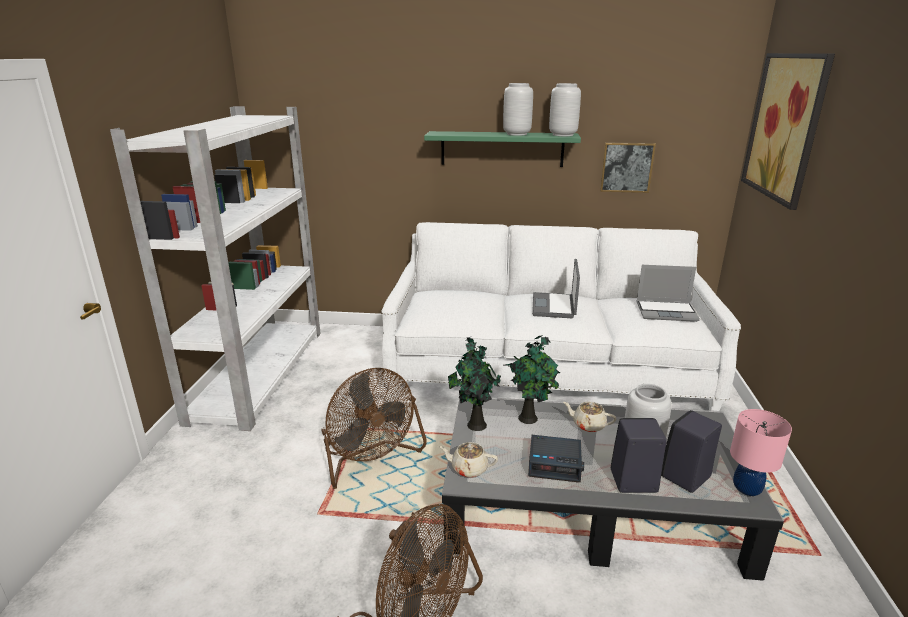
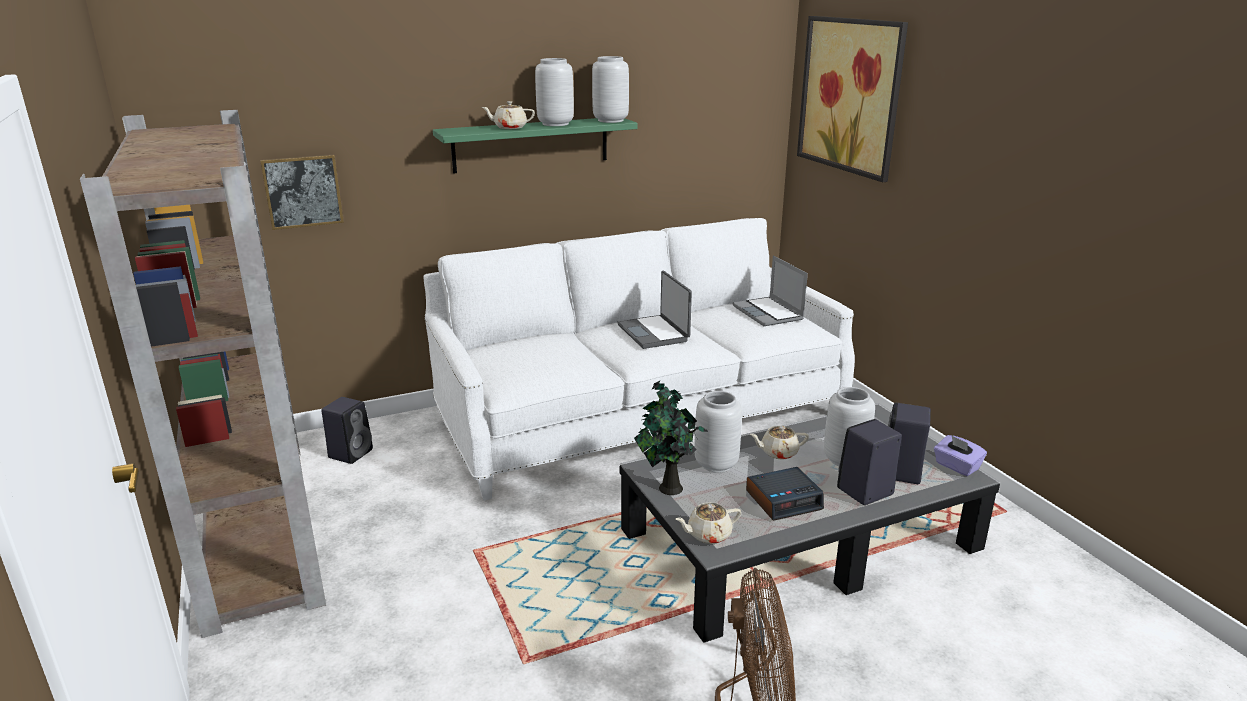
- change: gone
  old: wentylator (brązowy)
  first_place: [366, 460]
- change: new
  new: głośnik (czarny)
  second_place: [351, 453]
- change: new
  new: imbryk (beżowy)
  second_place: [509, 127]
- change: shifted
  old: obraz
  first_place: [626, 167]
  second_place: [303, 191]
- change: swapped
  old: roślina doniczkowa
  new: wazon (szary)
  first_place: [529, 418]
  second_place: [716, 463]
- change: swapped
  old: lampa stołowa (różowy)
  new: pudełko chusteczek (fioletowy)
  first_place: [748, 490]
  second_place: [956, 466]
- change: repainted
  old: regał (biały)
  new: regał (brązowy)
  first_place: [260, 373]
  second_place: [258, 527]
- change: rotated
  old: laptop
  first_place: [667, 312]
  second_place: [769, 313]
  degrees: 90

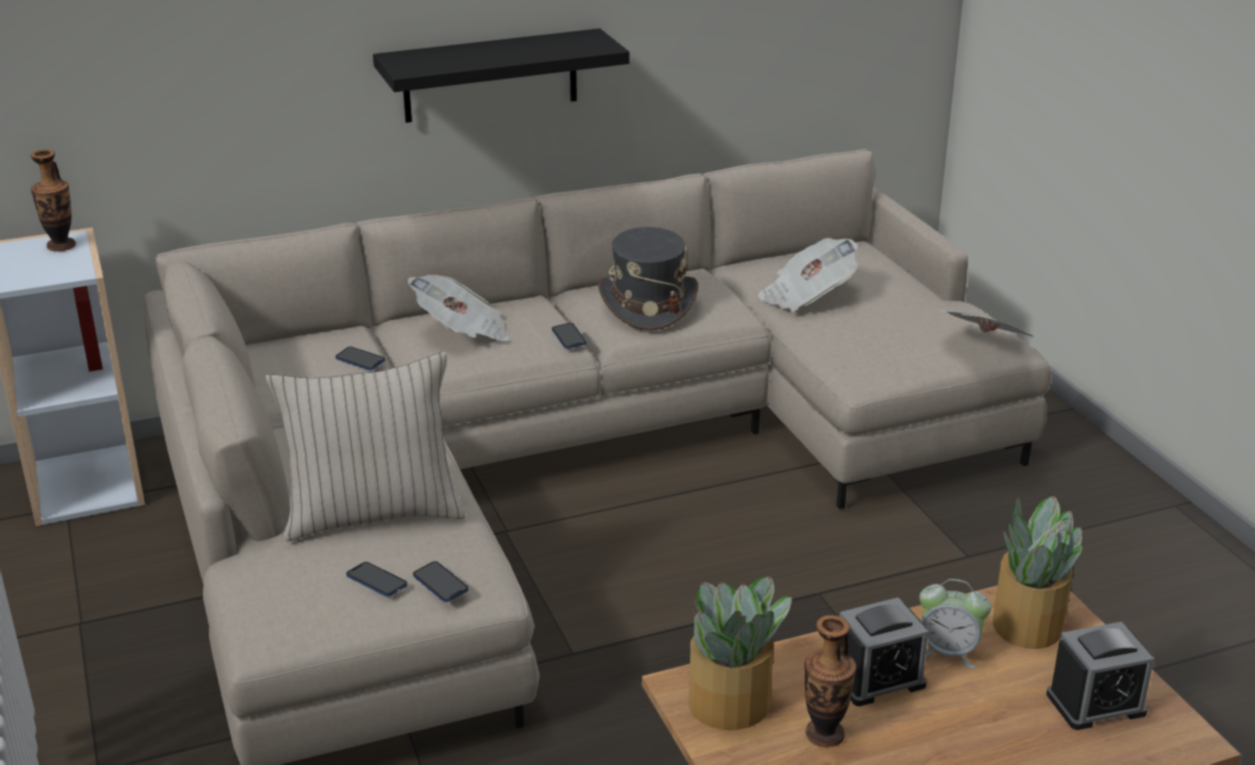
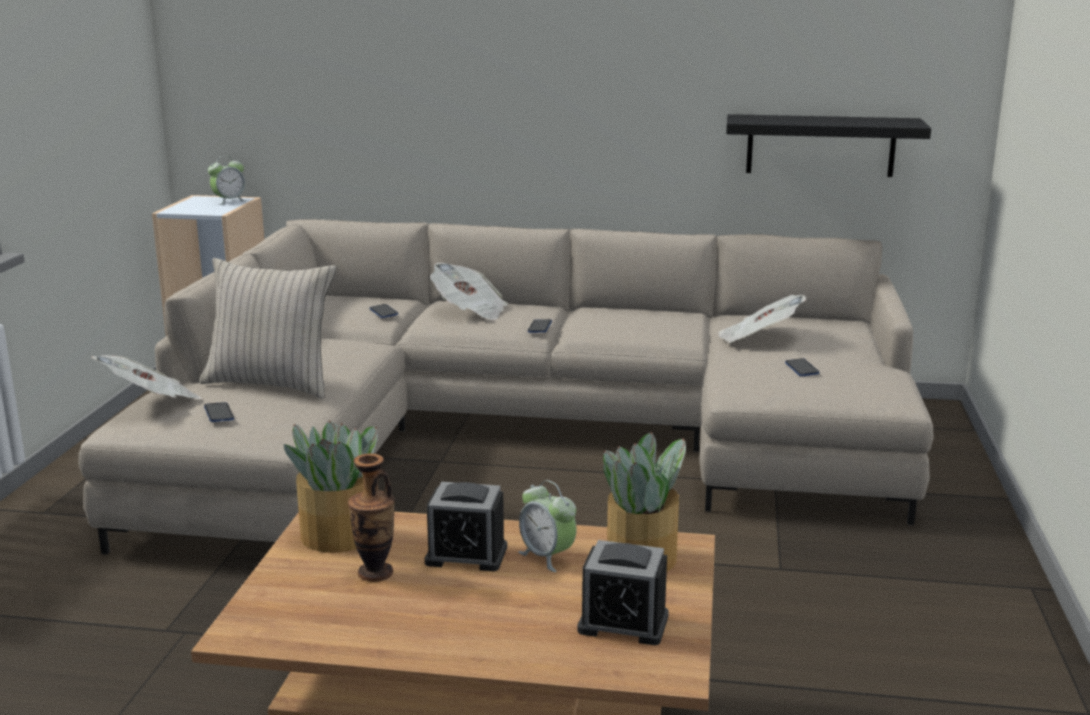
- change: gone
  old: kapelusz (szary)
  first_place: [647, 304]
- change: shifted
  old: półka (czarny)
  first_place: [490, 76]
  second_place: [820, 145]
- change: shifted
  old: telefon
  first_place: [440, 583]
  second_place: [801, 368]
- change: shifted
  old: gazeta
  first_place: [985, 347]
  second_place: [152, 402]
- change: swapped
  old: wazon
  new: budzik
  first_place: [61, 246]
  second_place: [229, 201]

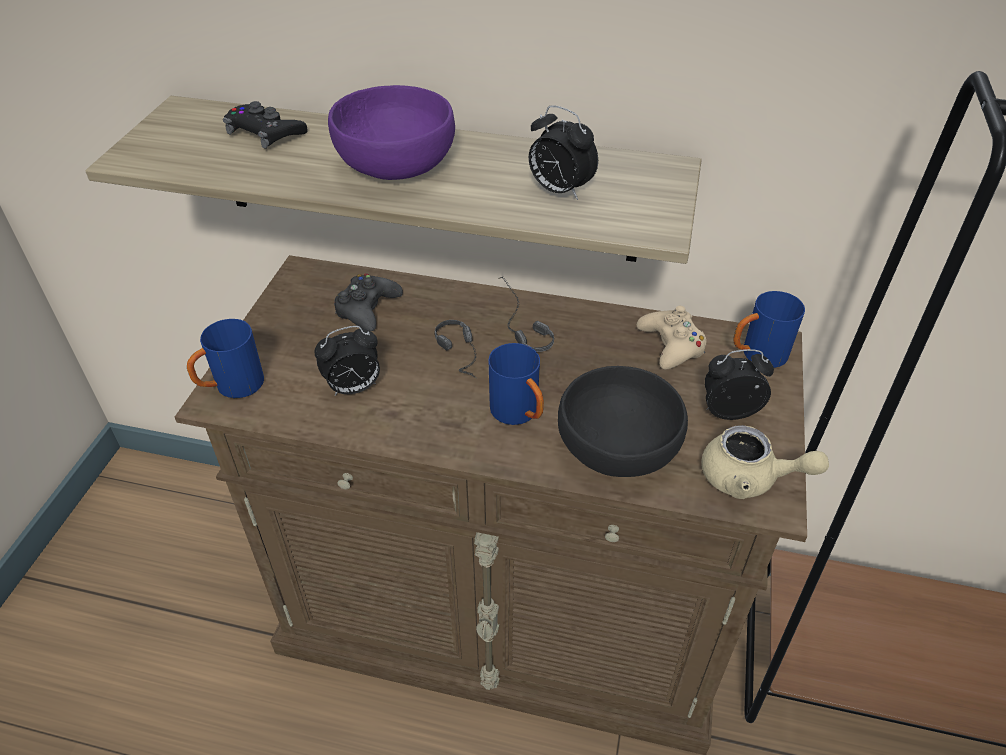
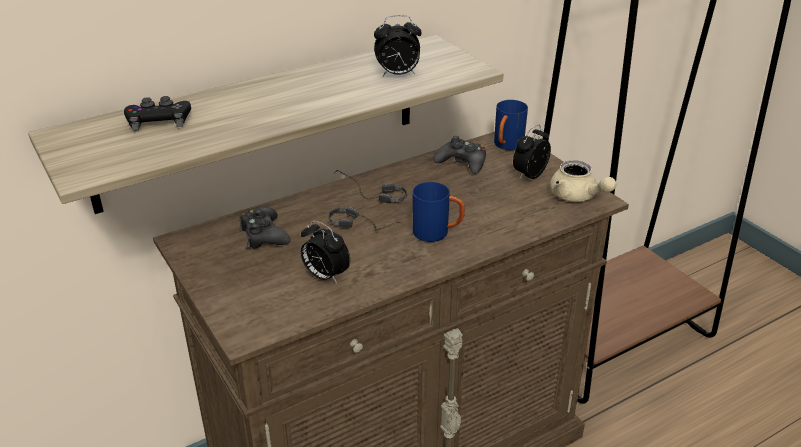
- change: gone
  old: kubek (niebieski)
  first_place: [231, 387]
- change: gone
  old: miska (fioletowy)
  first_place: [396, 165]
- change: gone
  old: miska (czarny)
  first_place: [619, 448]
- change: repainted
  old: pad do gier (beżowy)
  new: pad do gier (czarny)
  first_place: [671, 345]
  second_place: [462, 162]
- change: rotated
  old: budzik
  first_place: [353, 388]
  second_place: [325, 276]
  degrees: 105
- change: rotated
  old: imbryk (beżowy)
  first_place: [749, 479]
  second_place: [577, 196]
  degrees: 75

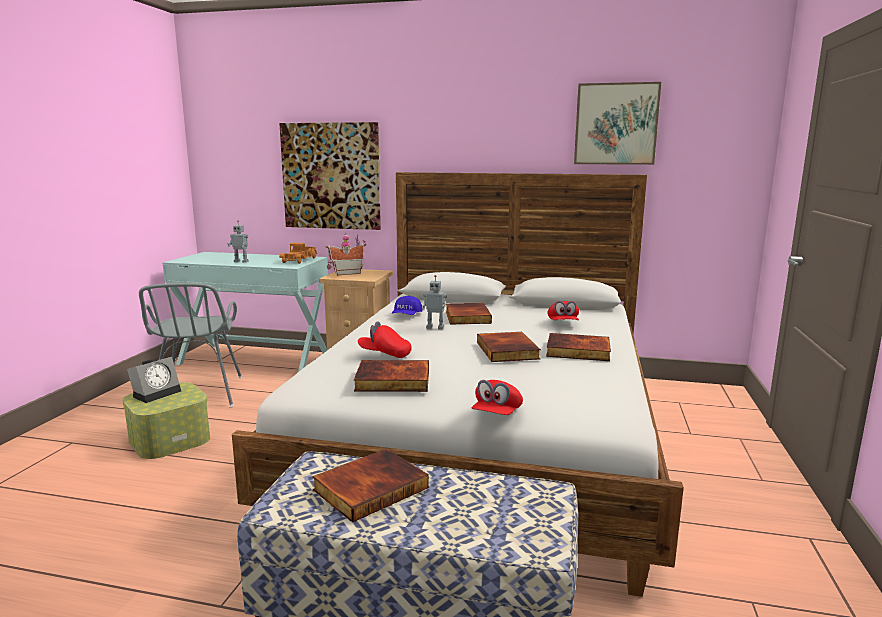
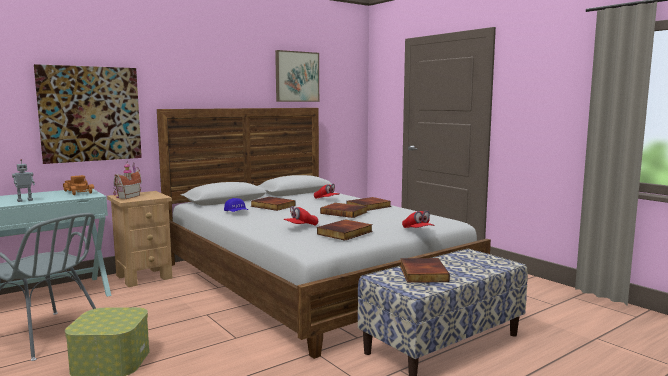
- change: gone
  old: budzik
  first_place: [157, 393]
- change: gone
  old: robot zabawkowy
  first_place: [435, 327]

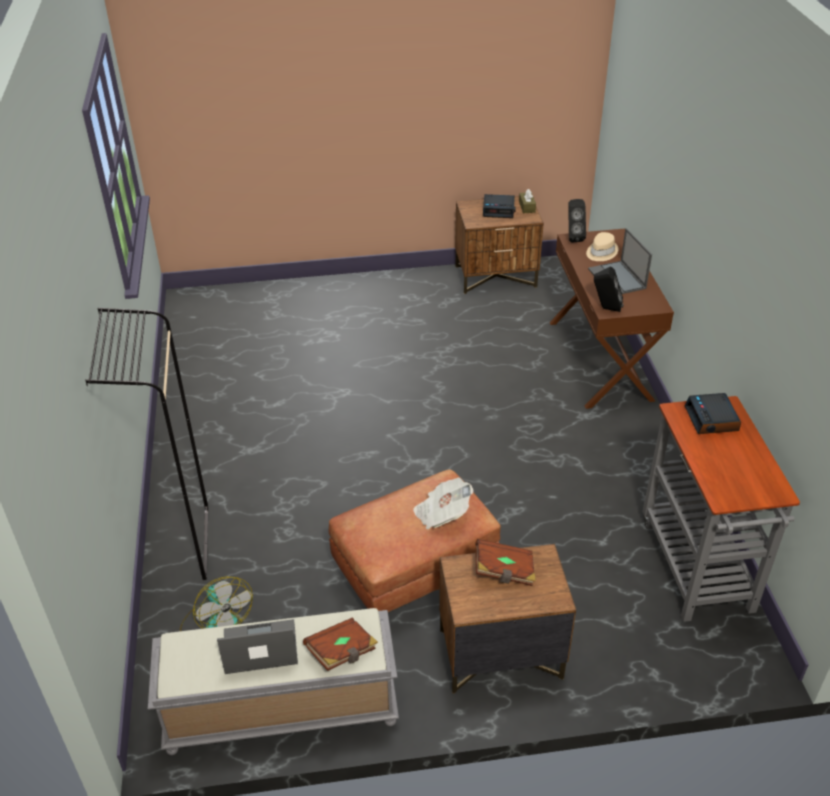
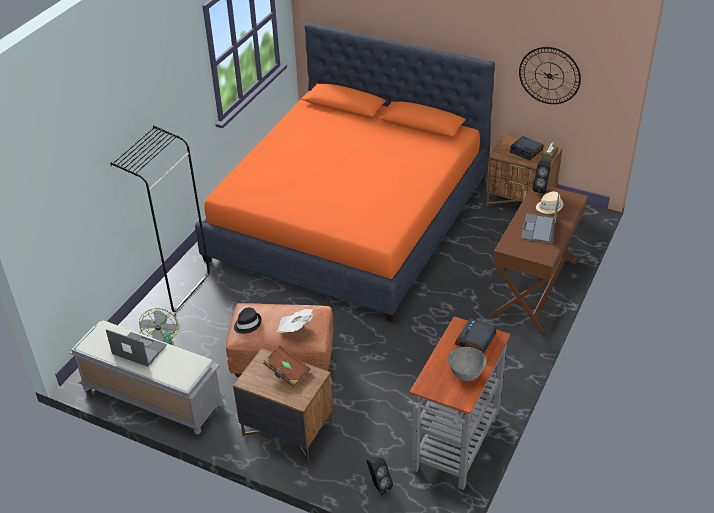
- change: gone
  old: książka (brązowy)
  first_place: [342, 652]
- change: new
  new: łóżko (pomarańczowy)
  second_place: [350, 218]
- change: new
  new: kapelusz (czarny)
  second_place: [247, 324]
- change: new
  new: miska (szary)
  second_place: [466, 374]
- change: new
  new: zegar ścienny
  second_place: [549, 75]
- change: shifted
  old: głośnik (czarny)
  first_place: [606, 308]
  second_place: [378, 486]

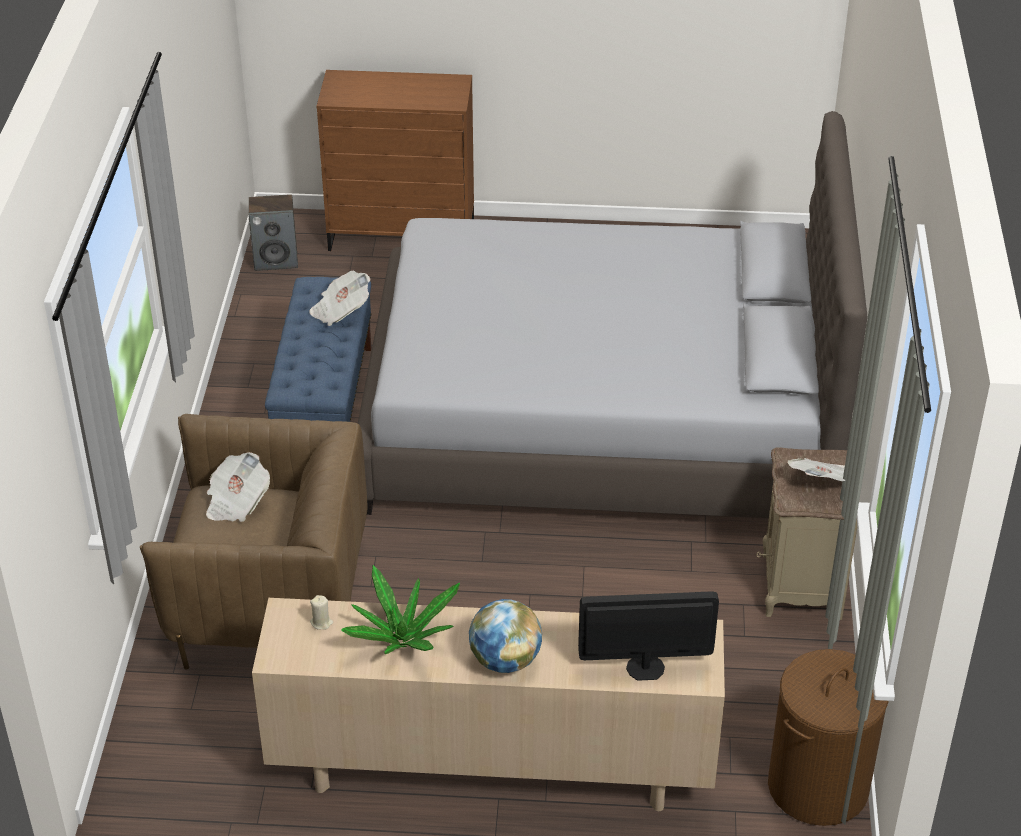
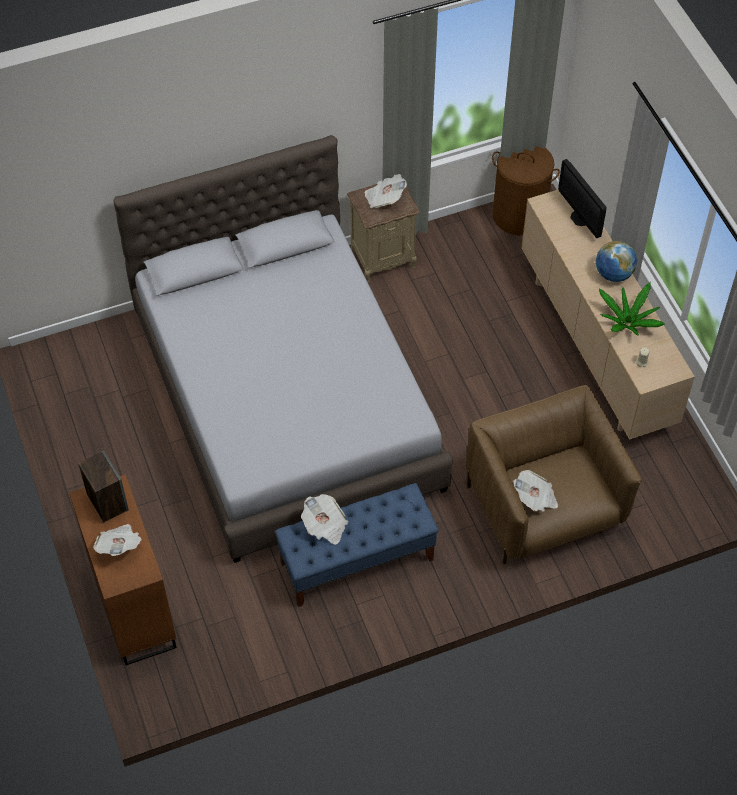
- change: new
  new: gazeta
  second_place: [119, 546]
- change: shifted
  old: głośnik
  first_place: [276, 260]
  second_place: [107, 502]

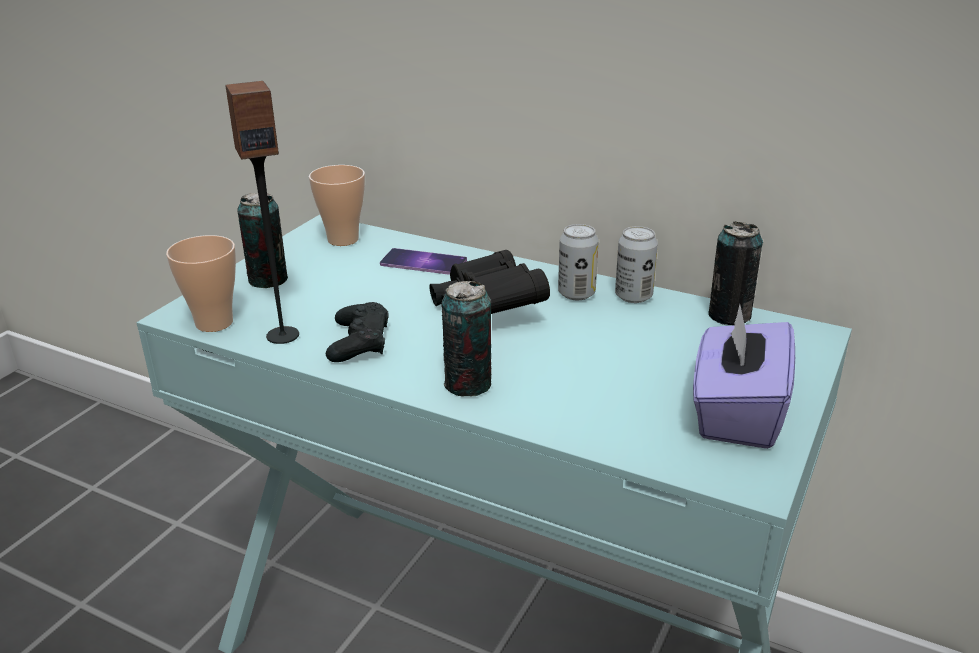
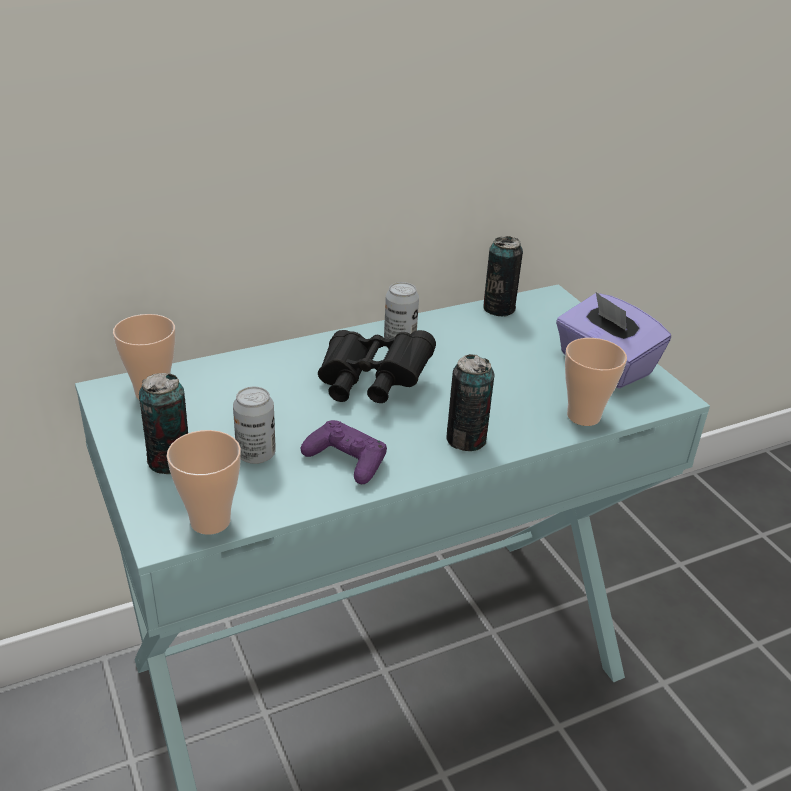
- change: gone
  old: głośnik
  first_place: [282, 335]
- change: gone
  old: telefon
  first_place: [423, 262]
- change: new
  new: filiżanka
  second_place: [583, 416]
- change: shifted
  old: puszka
  first_place: [633, 296]
  second_place: [256, 454]
- change: repainted
  old: pad do gier (czarny)
  new: pad do gier (fioletowy)
  first_place: [359, 342]
  second_place: [346, 459]

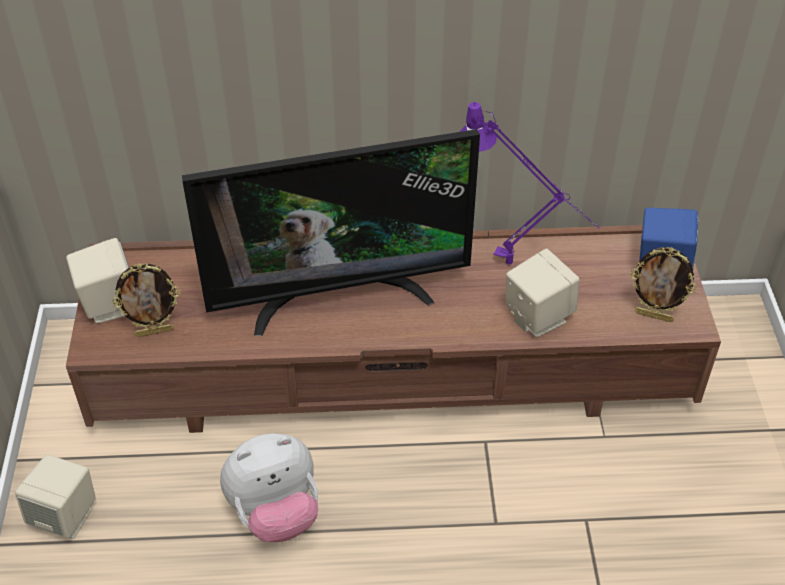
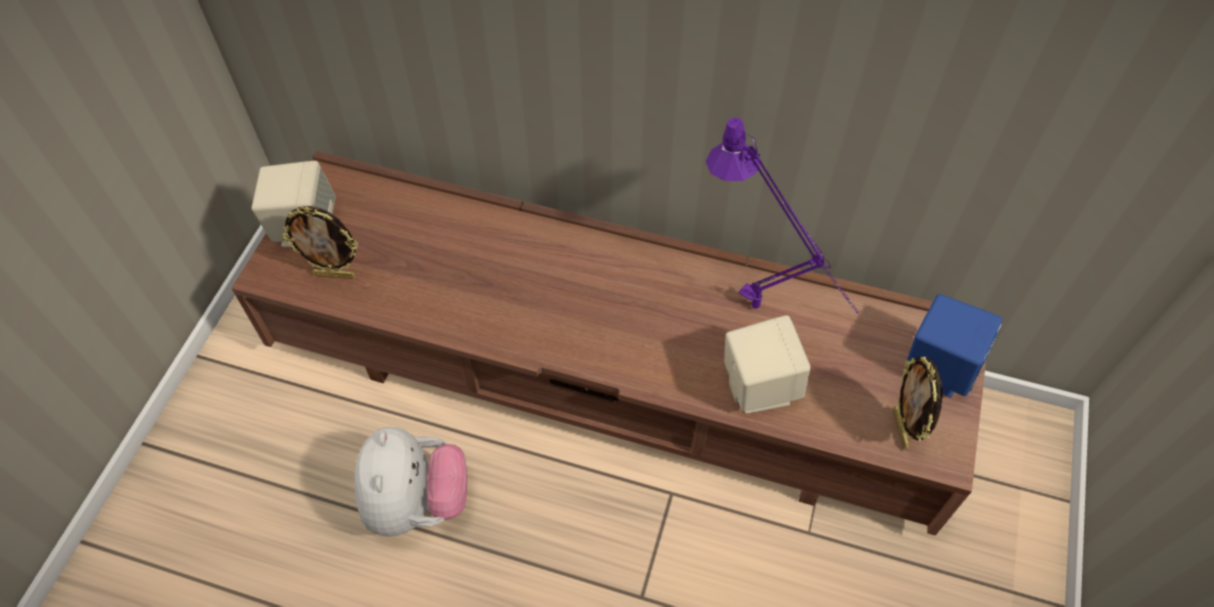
- change: gone
  old: głośnik (beżowy)
  first_place: [65, 516]
- change: gone
  old: telewizor
  first_place: [338, 295]
- change: rotated
  old: pluszak
  first_place: [275, 513]
  second_place: [417, 502]
  degrees: -90
- change: rotated
  old: ramka na zdjęcie
  first_place: [654, 316]
  second_place: [901, 429]
  degrees: 45

